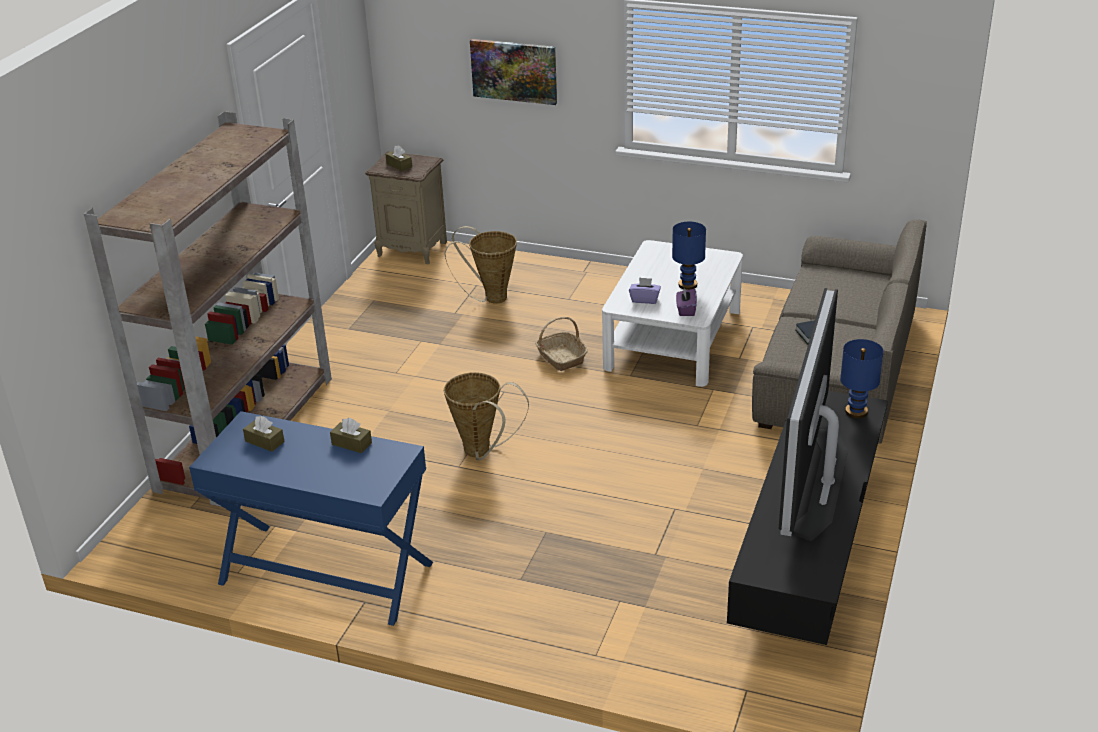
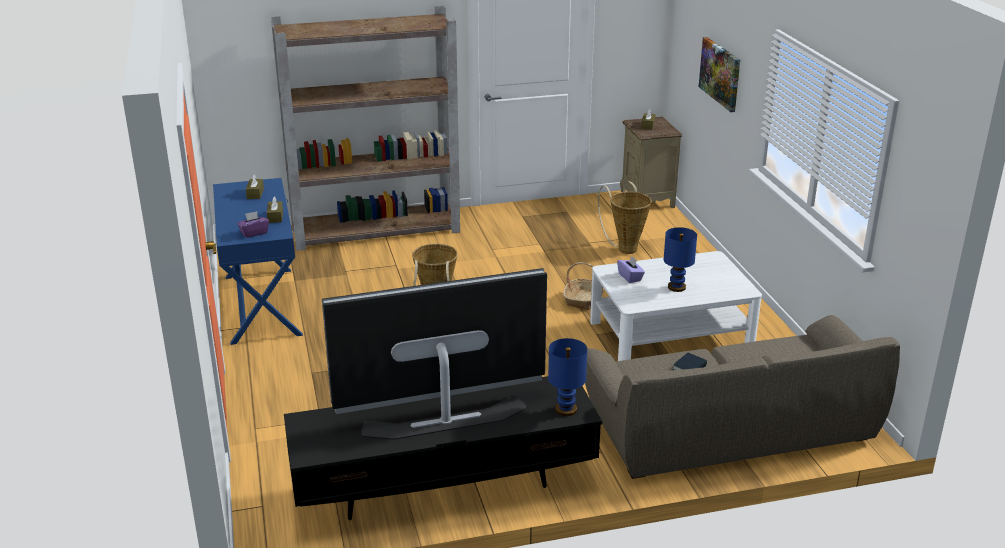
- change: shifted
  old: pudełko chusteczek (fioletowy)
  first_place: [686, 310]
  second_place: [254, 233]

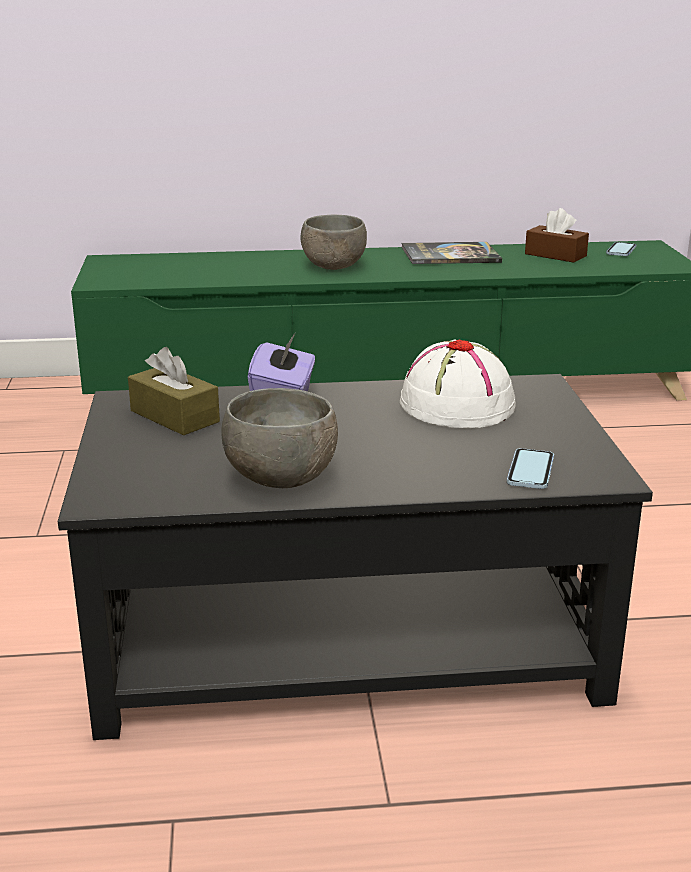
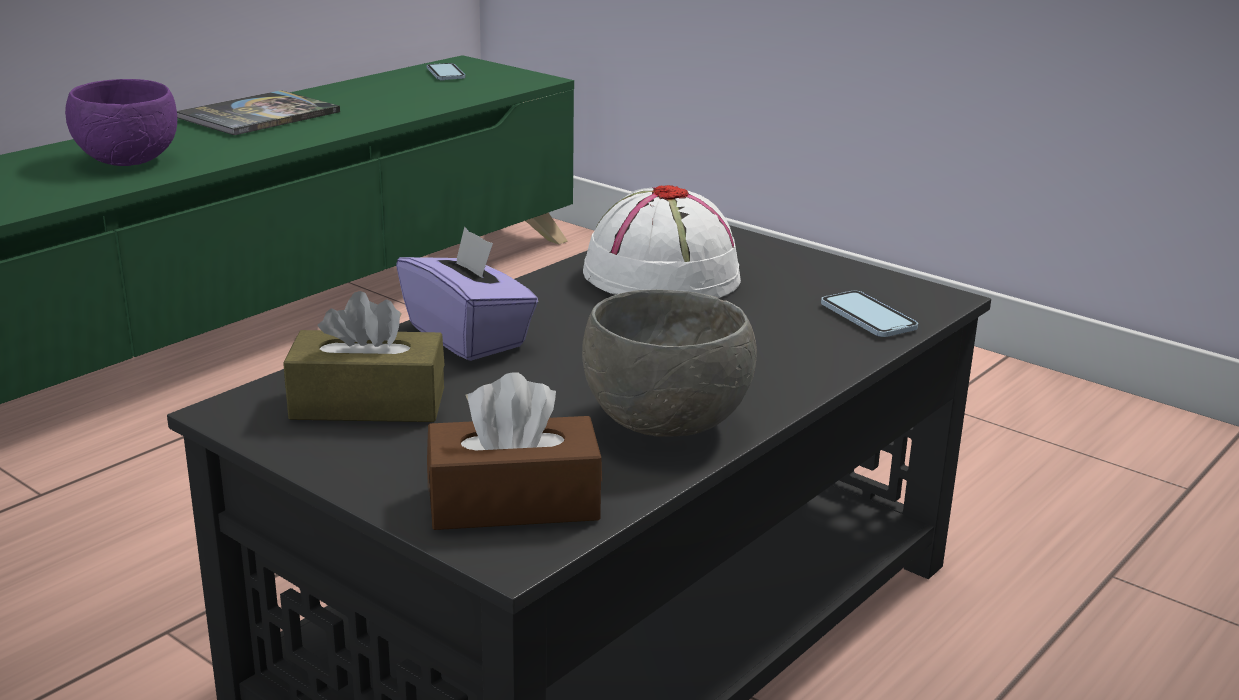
- change: shifted
  old: pudełko chusteczek (brązowy)
  first_place: [555, 255]
  second_place: [513, 502]
- change: repainted
  old: miska (szary)
  new: miska (fioletowy)
  first_place: [332, 267]
  second_place: [127, 162]

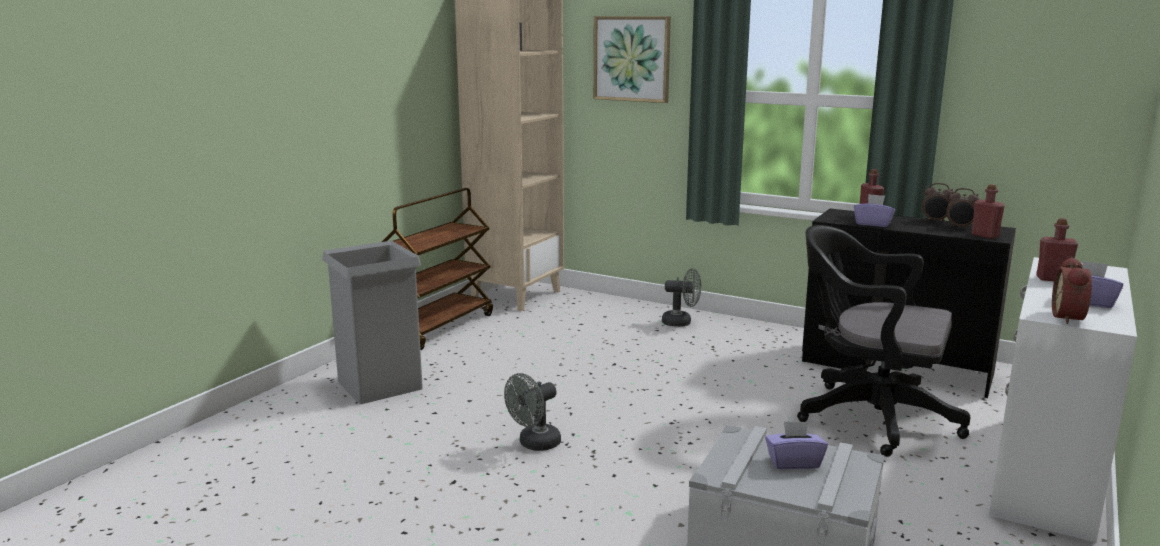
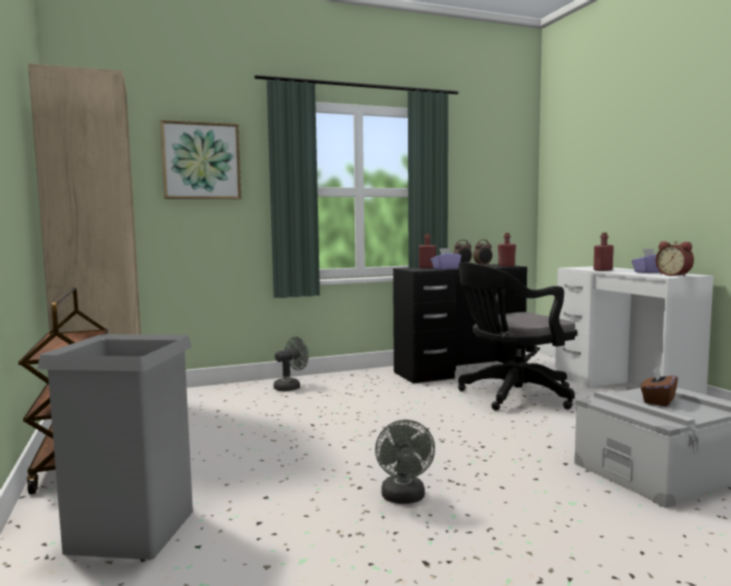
- change: repainted
  old: pudełko chusteczek (fioletowy)
  new: pudełko chusteczek (brązowy)
  first_place: [793, 462]
  second_place: [658, 400]

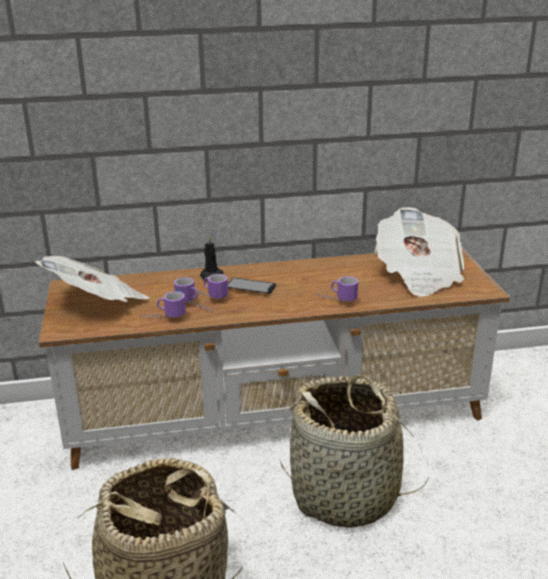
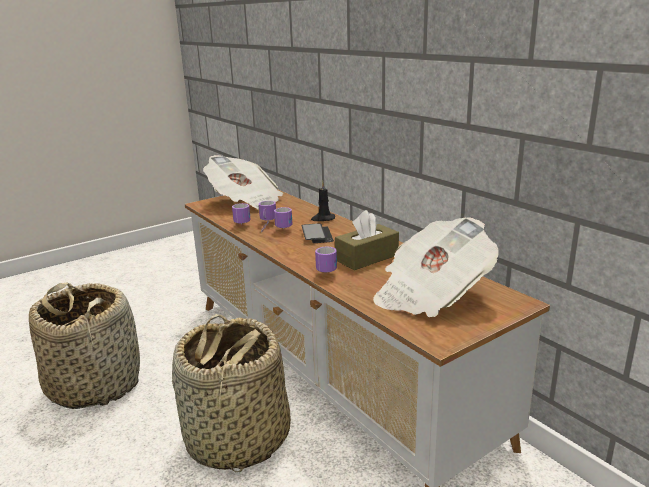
- change: new
  new: pudełko chusteczek (brązowy)
  second_place: [367, 257]

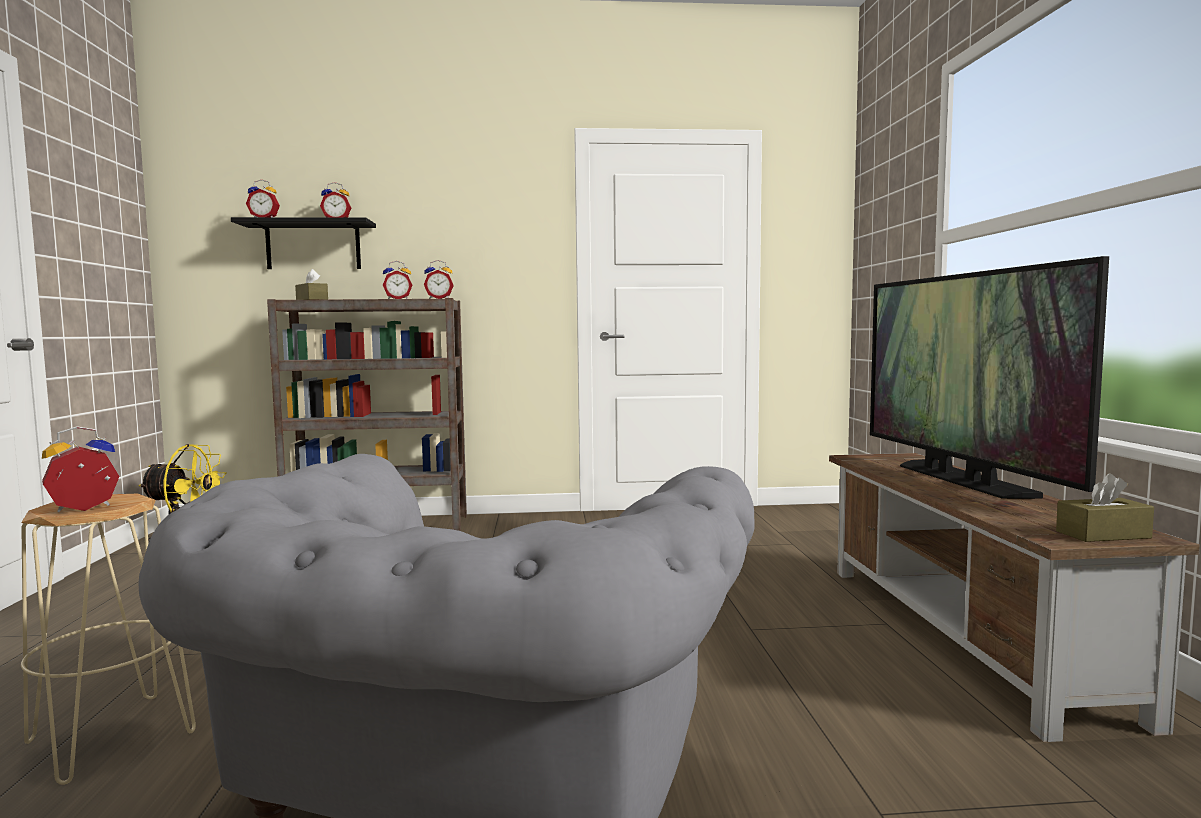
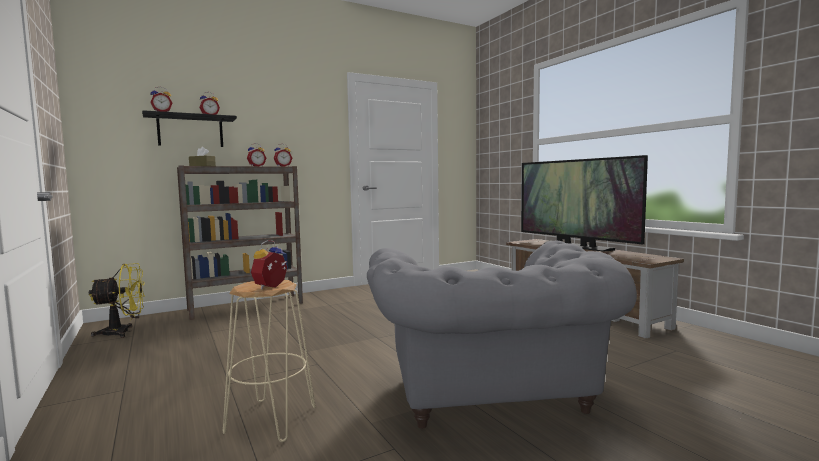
- change: gone
  old: pudełko chusteczek (brązowy)
  first_place: [1103, 534]

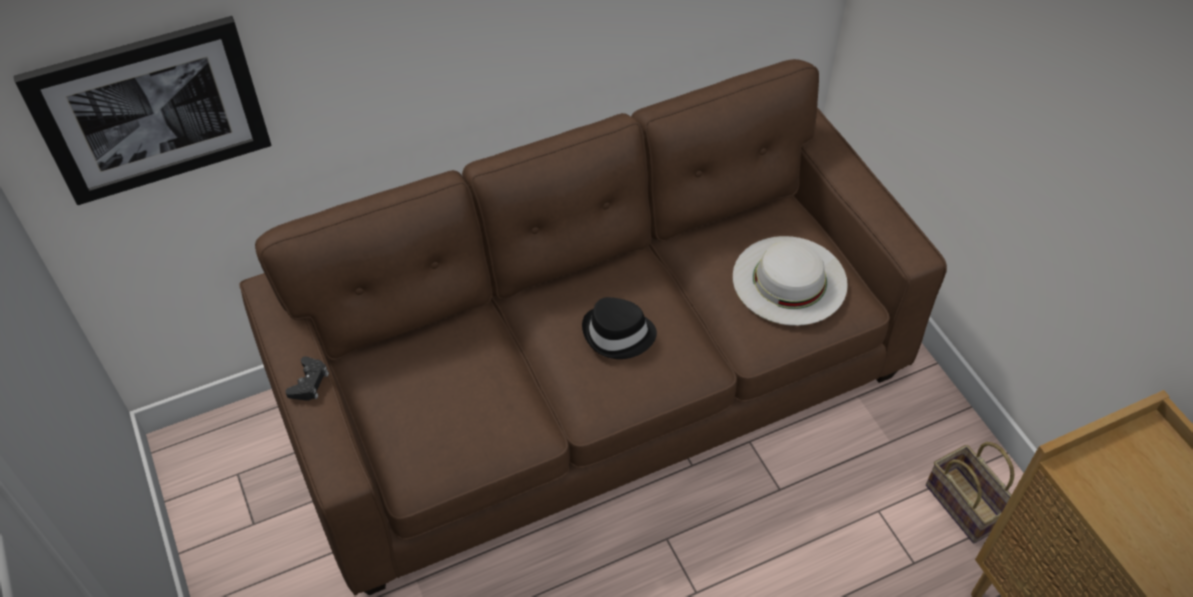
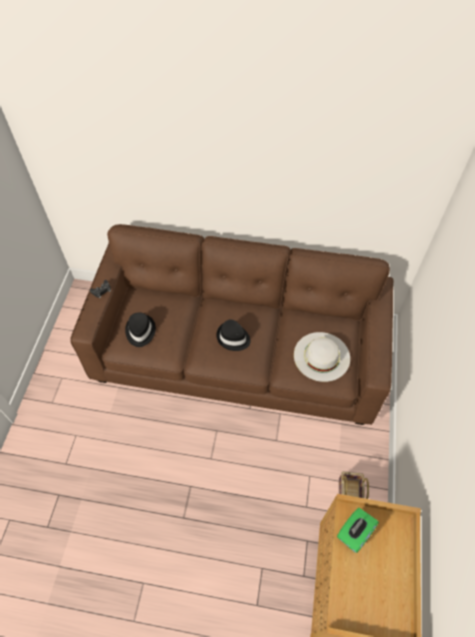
- change: gone
  old: obraz
  first_place: [151, 109]
- change: new
  new: kapelusz (czarny)
  second_place: [140, 331]
- change: new
  new: pudełko chusteczek (zielony)
  second_place: [354, 532]

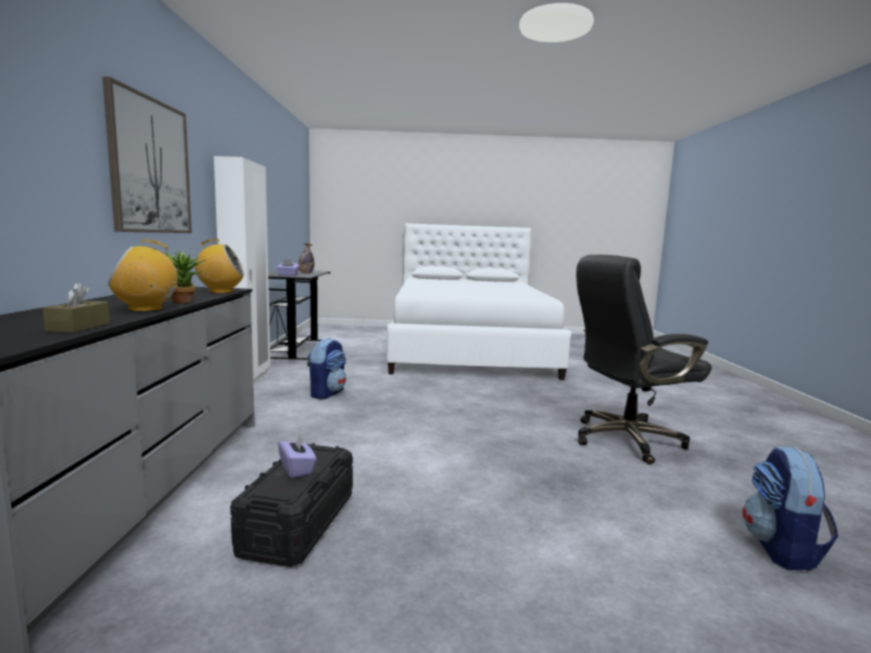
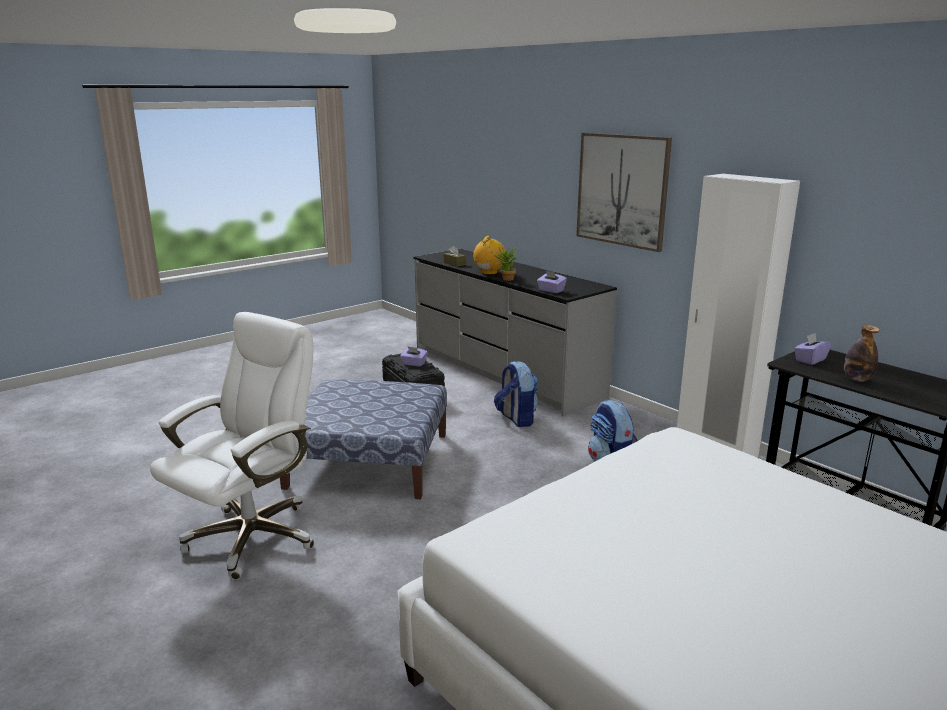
- change: new
  new: pufa
  second_place: [370, 460]
- change: shifted
  old: plecak
  first_place: [781, 549]
  second_place: [516, 419]
- change: swapped
  old: radio
  new: pudełko chusteczek (fioletowy)
  first_place: [221, 292]
  second_place: [551, 290]
- change: repainted
  old: krzesło biurowe (czarny)
  new: krzesło biurowe (biały)
  first_place: [628, 439]
  second_place: [249, 539]

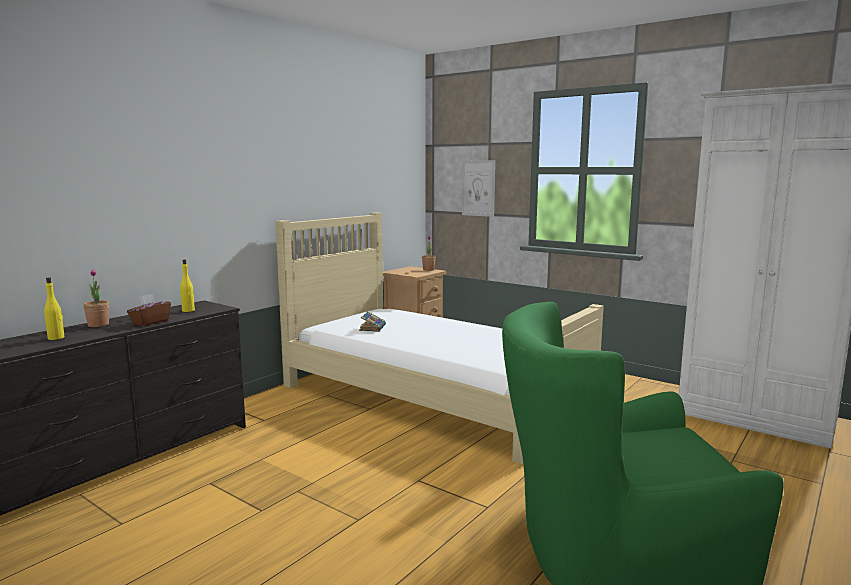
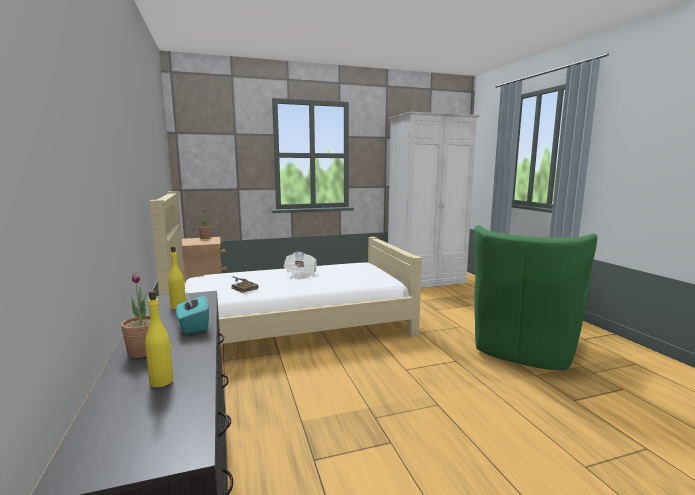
- change: gone
  old: obraz
  first_place: [478, 188]
- change: new
  new: gazeta
  second_place: [300, 275]
- change: repainted
  old: pudełko chusteczek (brązowy)
  new: pudełko chusteczek (turkusowy)
  first_place: [150, 322]
  second_place: [193, 326]

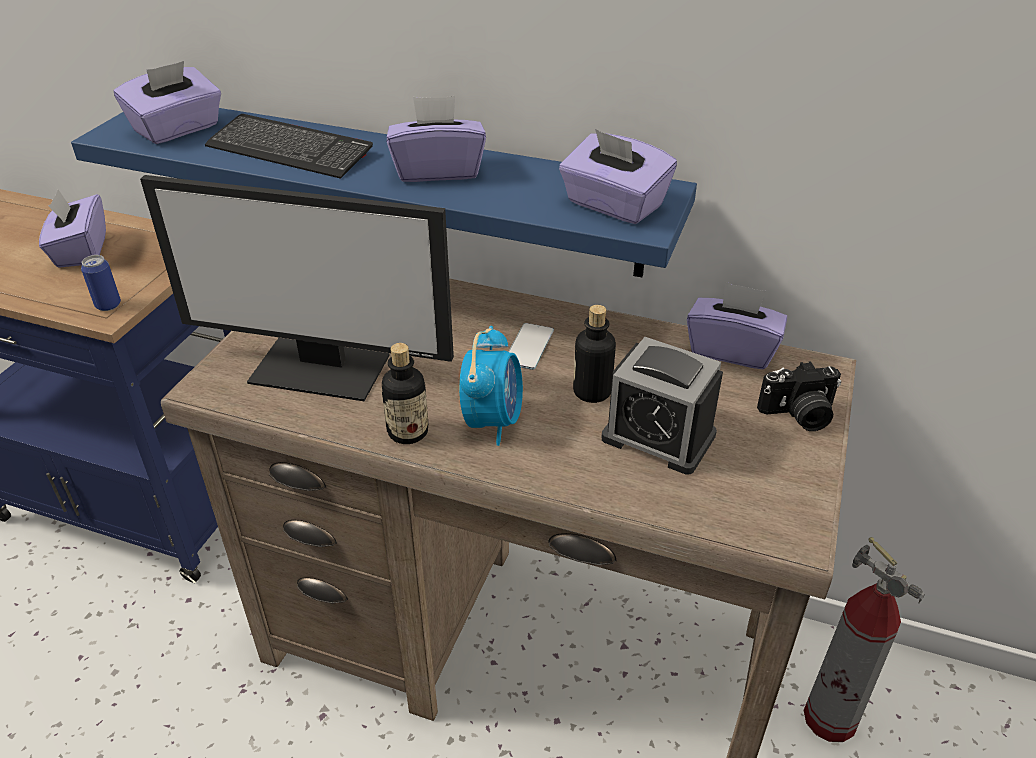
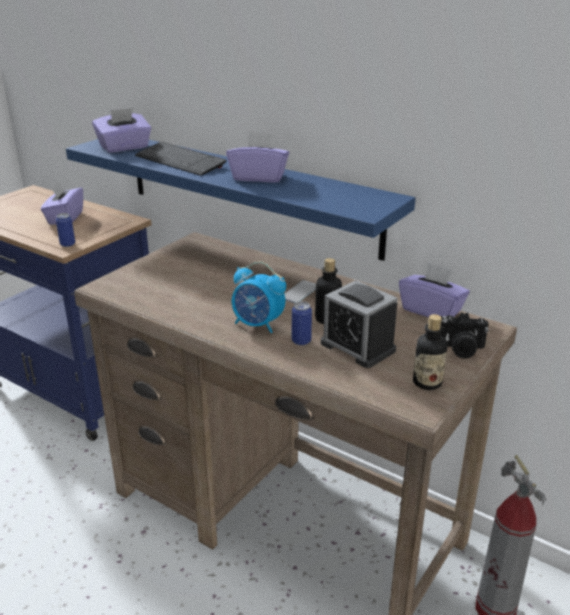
- change: gone
  old: monitor
  first_place: [322, 367]
- change: gone
  old: pudełko chusteczek (fioletowy)
  first_place: [613, 205]
- change: new
  new: puszka
  second_place: [301, 341]
- change: shifted
  old: butelka
  first_place: [408, 432]
  second_place: [427, 382]
- change: rotated
  old: budzik
  first_place: [493, 421]
  second_place: [258, 325]
  degrees: 90

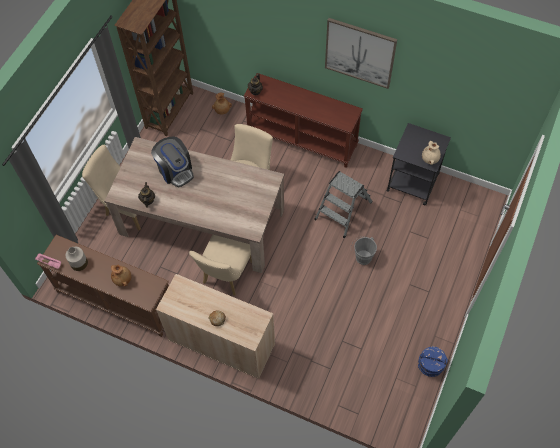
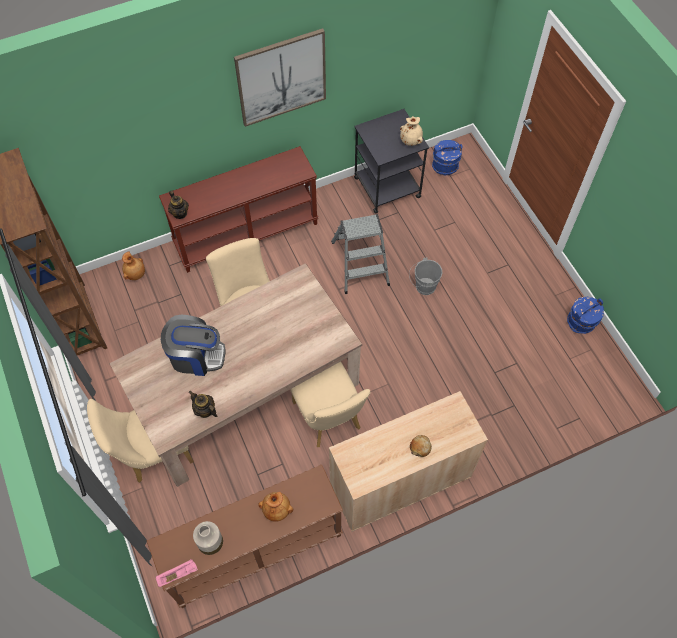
- change: new
  new: wiadro (niebieski)
  second_place: [445, 166]

